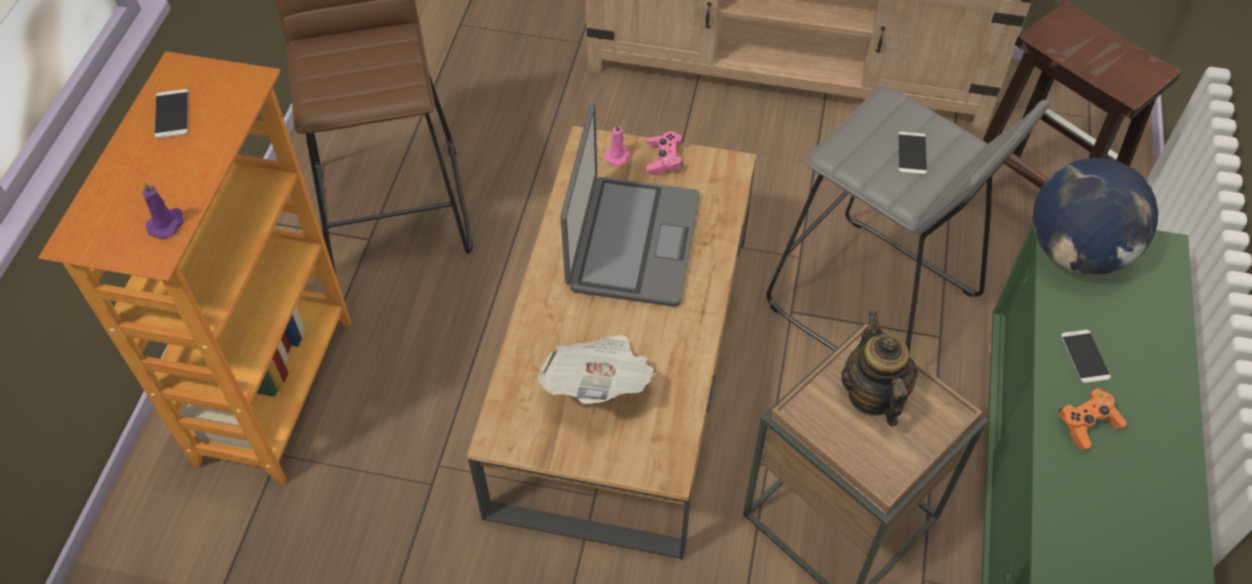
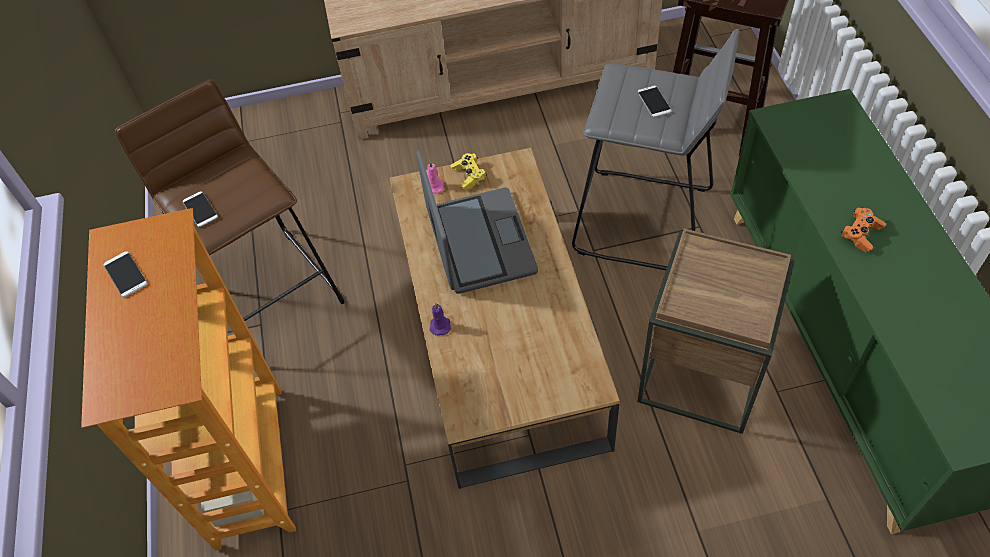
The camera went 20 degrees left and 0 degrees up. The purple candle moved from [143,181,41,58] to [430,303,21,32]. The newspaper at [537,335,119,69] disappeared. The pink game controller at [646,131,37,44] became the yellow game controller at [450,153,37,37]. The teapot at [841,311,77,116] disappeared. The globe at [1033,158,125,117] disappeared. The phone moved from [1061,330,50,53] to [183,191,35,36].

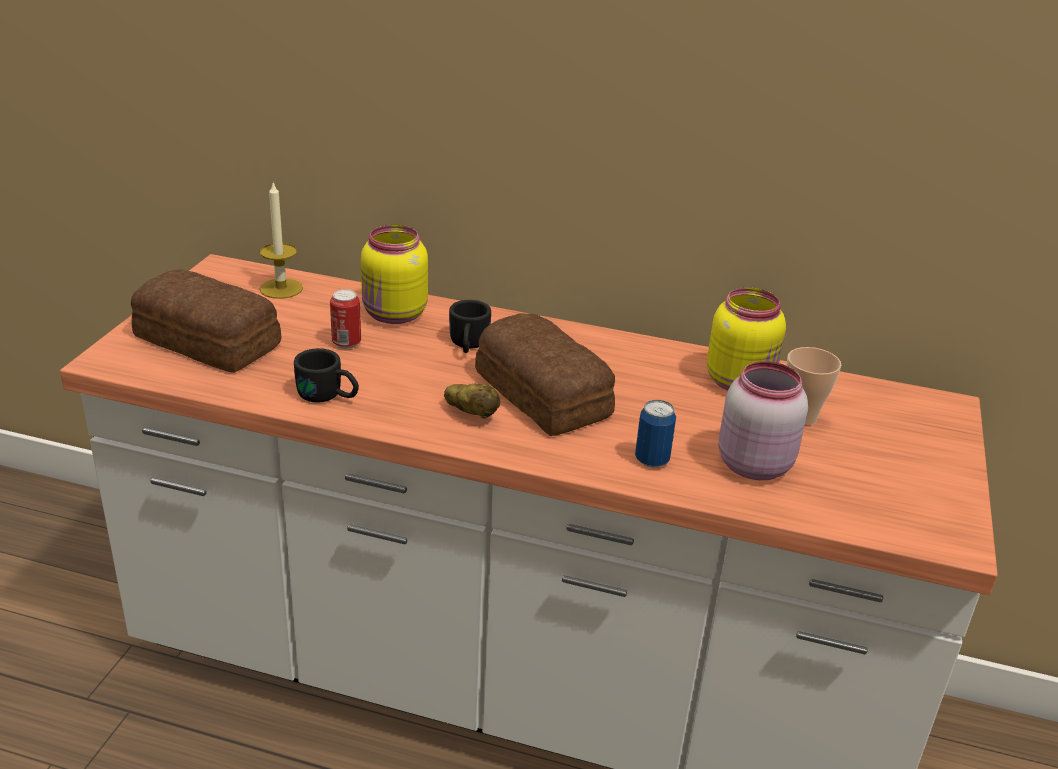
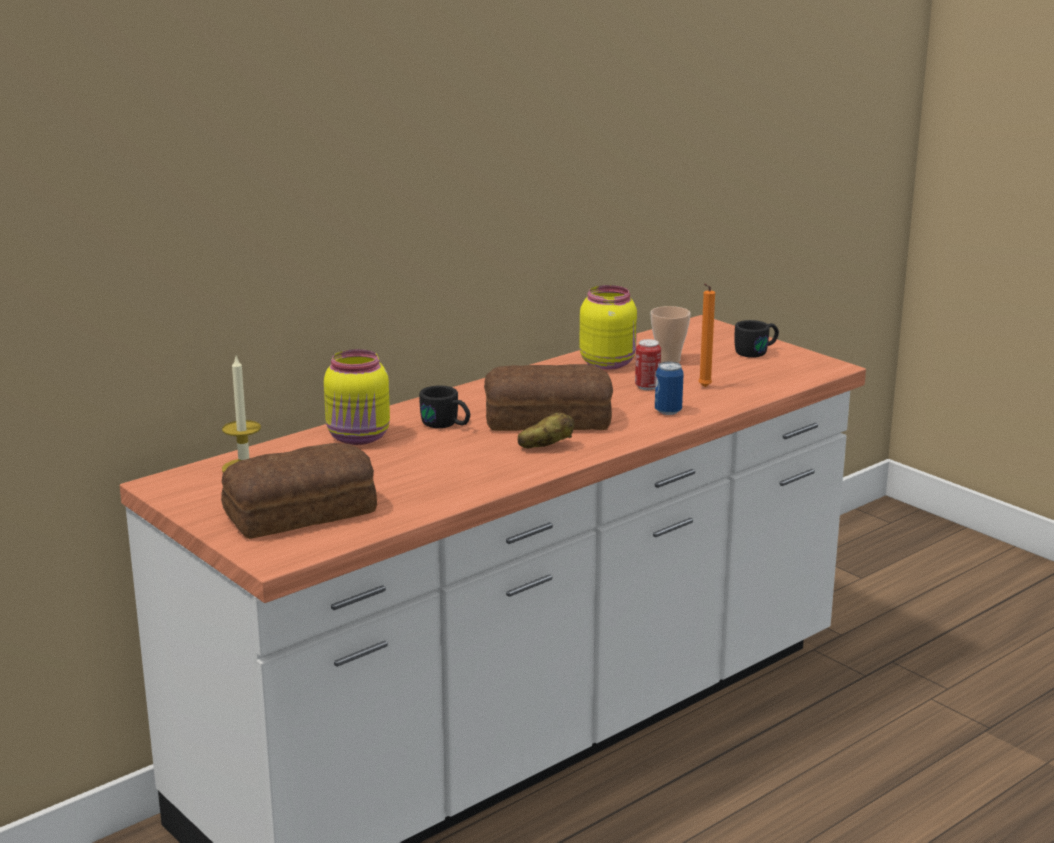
The camera went 55 degrees left and 10 degrees down. The black mug moved from [294,348,65,55] to [735,320,44,38]. The can moved from [330,289,31,60] to [635,339,26,51]. The pink jar at [719,361,89,119] was replaced by the orange candle at [698,284,17,103].

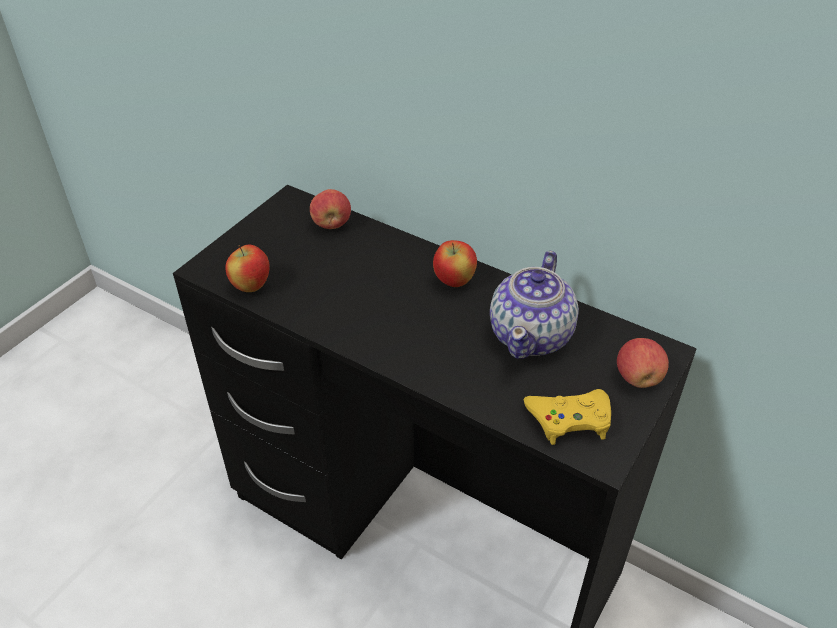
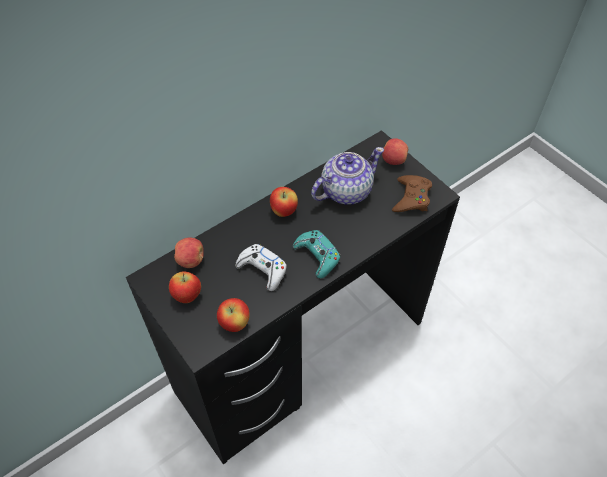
The camera went 70 degrees left and 10 degrees up. The teapot at [490,251,89,108] turned 75 degrees counterclockwise. The yellow game controller at [523,389,88,56] became the brown game controller at [392,175,40,37]. The apple at [169,272,32,31] appeared. The white game controller at [235,244,52,47] appeared. The turquoise game controller at [293,230,47,49] appeared.

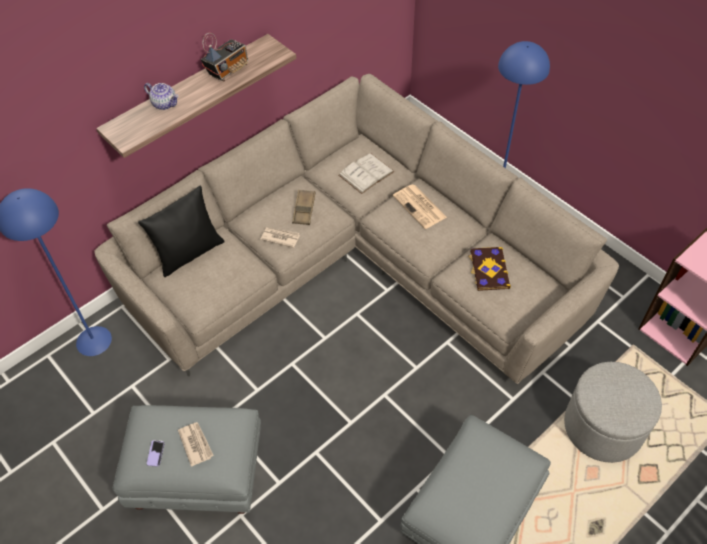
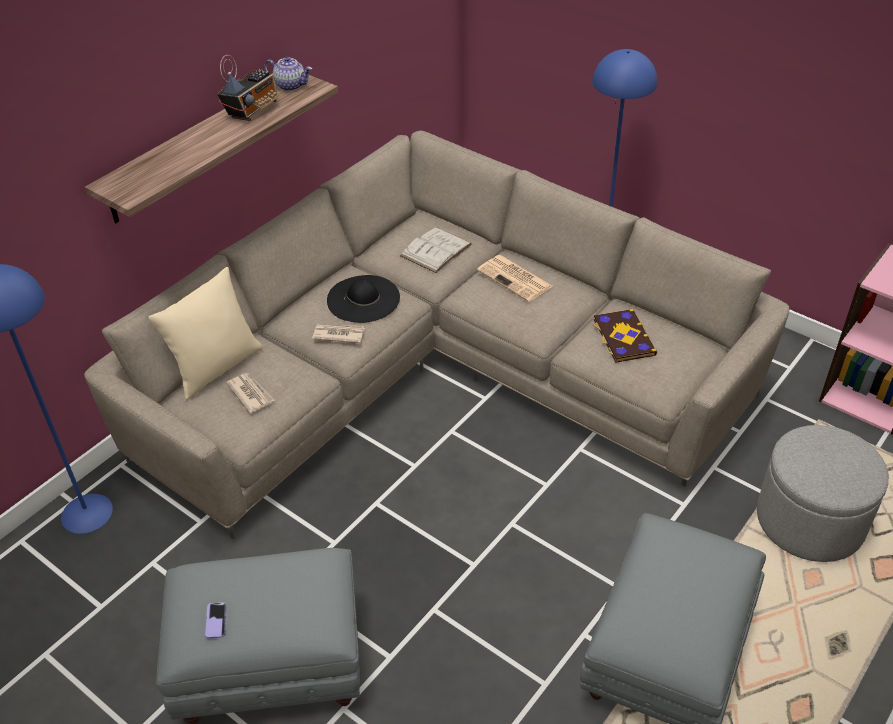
The camera went 10 degrees left and 10 degrees down. The black pillow at [138,186,87,91] became the beige pillow at [148,267,115,133]. The teapot moved from [144,83,35,27] to [264,57,48,34]. The newspaper moved from [178,422,36,45] to [226,373,49,40]. The brown tray at [292,190,24,35] was replaced by the black hat at [327,275,73,48].

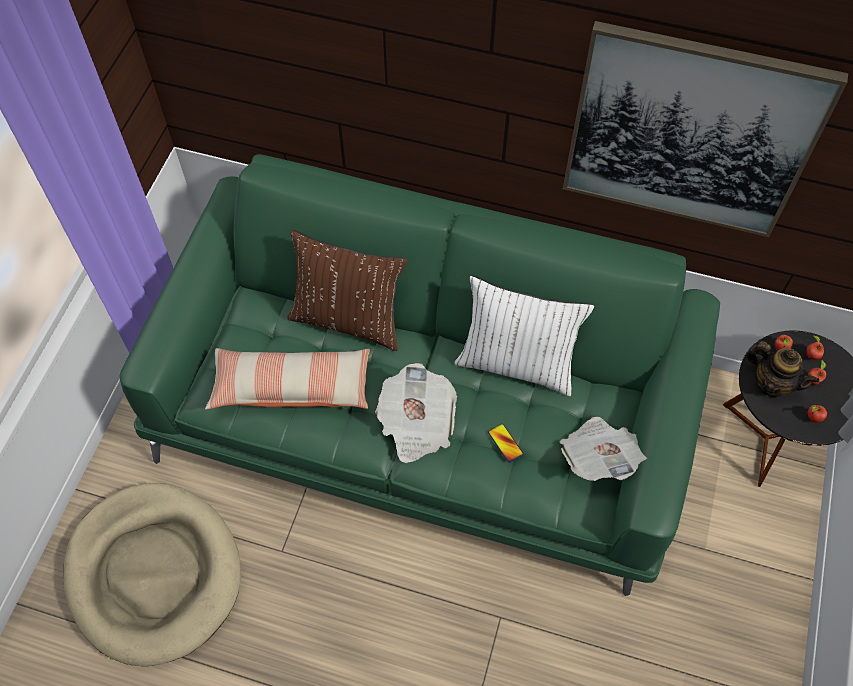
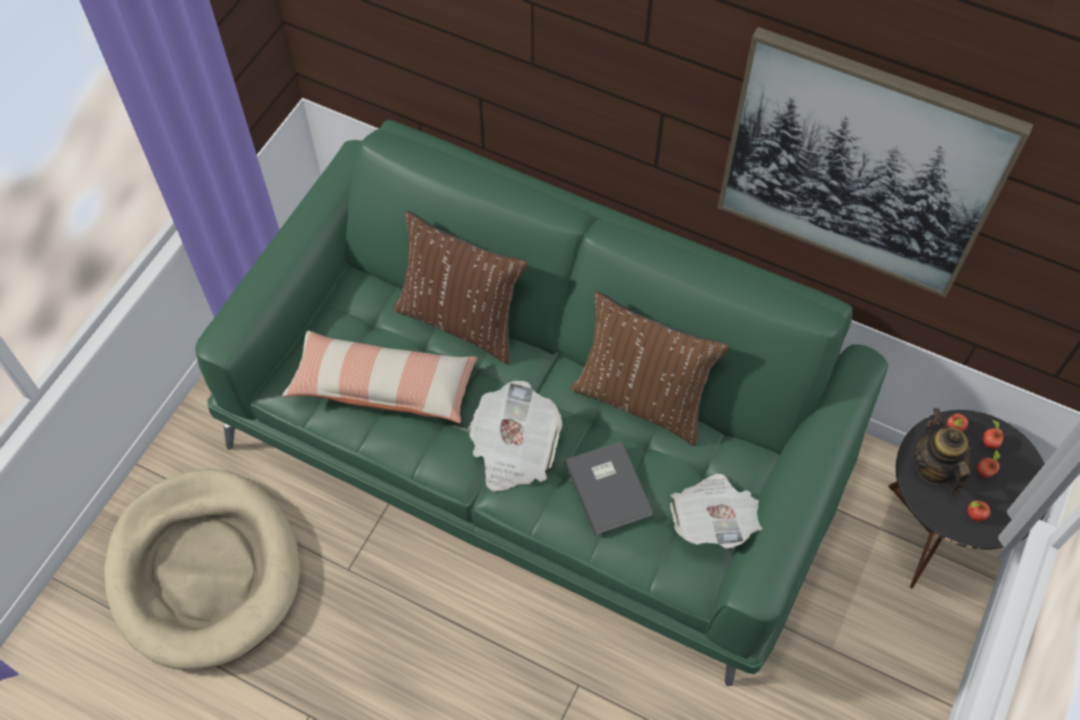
The camera went 10 degrees right and 0 degrees up. The white pillow at [455,276,139,120] became the brown pillow at [570,291,159,155]. The phone at [488,424,35,39] was replaced by the grey book at [565,441,88,95]. The teapot at [746,341,73,56] turned 150 degrees counterclockwise.

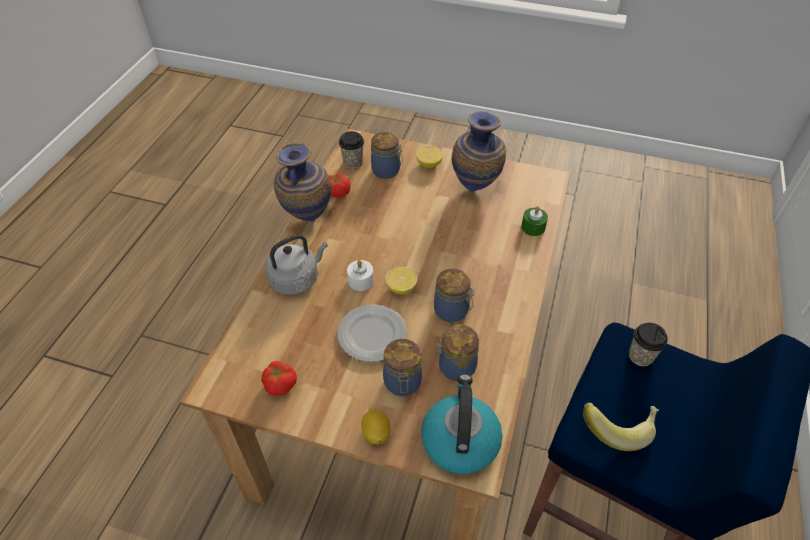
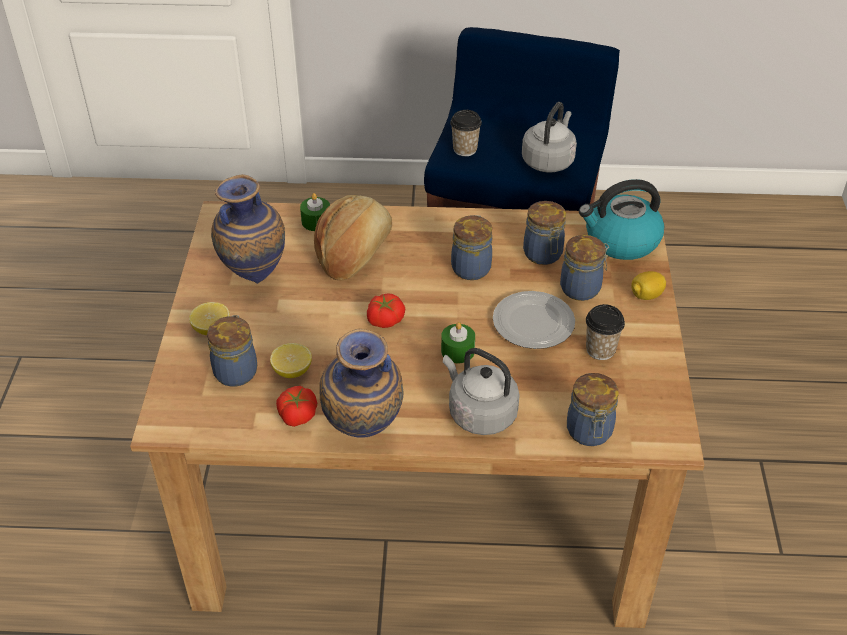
The camera went 105 degrees left and 5 degrees down. The tomato moved from [261,361,36,35] to [367,293,38,35]. The cup moved from [339,131,25,38] to [586,304,39,56]. The white candle at [347,260,27,31] became the green candle at [441,322,34,41]. The lemon moved from [385,267,32,28] to [270,343,42,35]. The banana at [583,402,76,49] was replaced by the grey kettle at [522,102,55,70]. The bread at [314,195,78,86] appeared. The jar at [567,373,52,73] appeared.

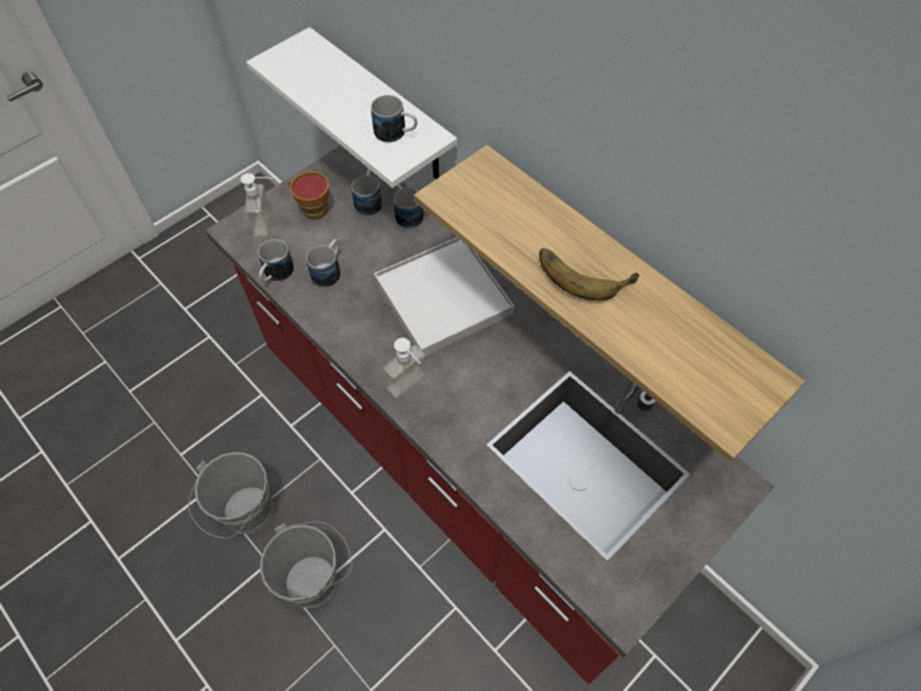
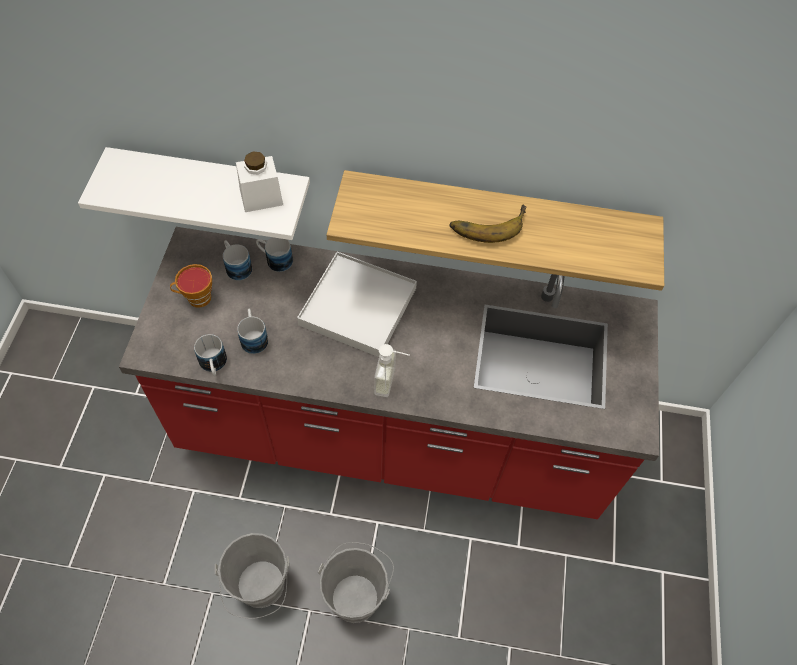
The camera went 40 degrees left and 0 degrees up. The soap dispenser at [240,173,33,64] disappeared. The mug at [371,95,46,47] was replaced by the white jar at [236,151,47,61].

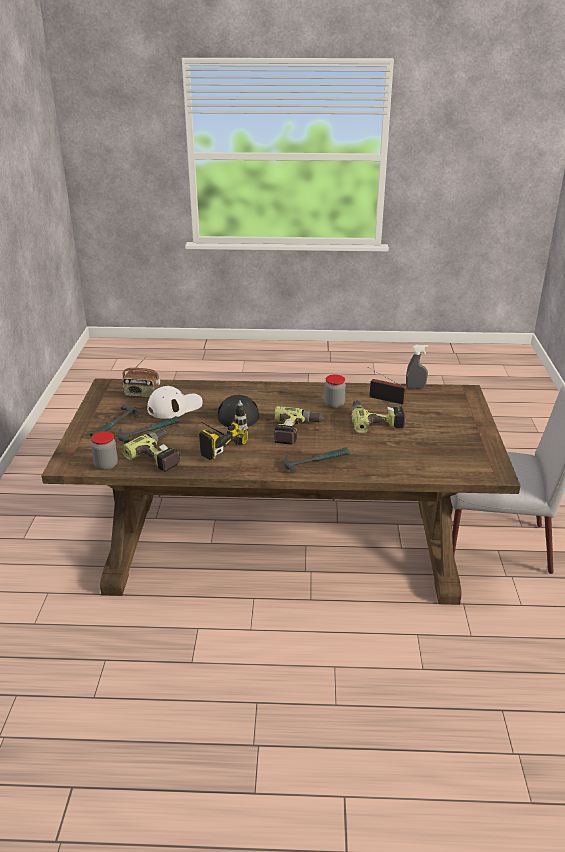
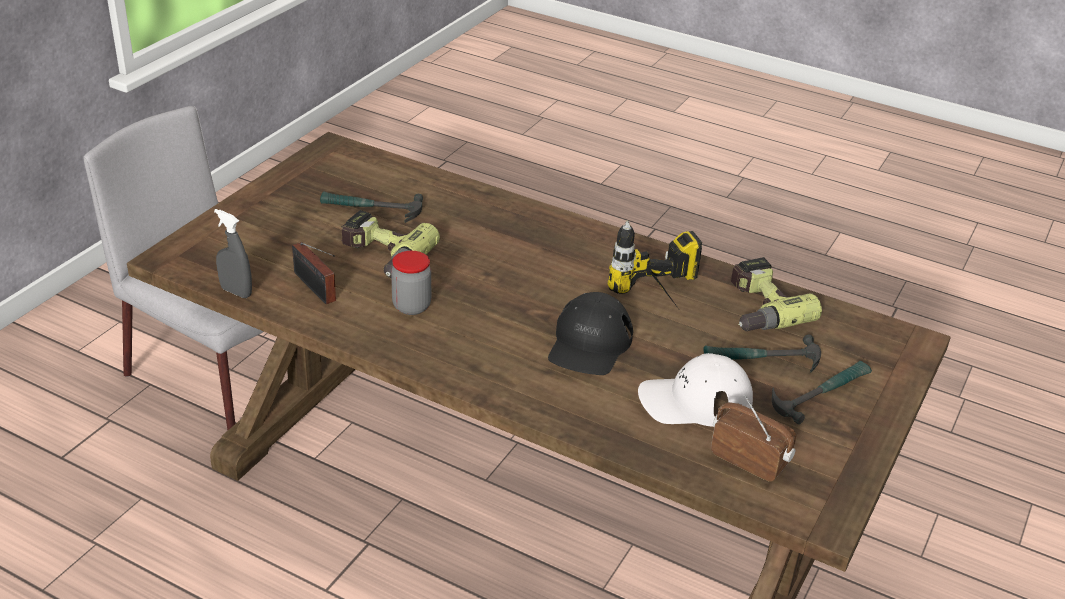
The camera went 155 degrees left and 5 degrees up. The jar at [91,431,27,39] disappeared. The power drill at [274,406,50,39] disappeared. The hammer moved from [284,447,66,26] to [320,191,103,32].

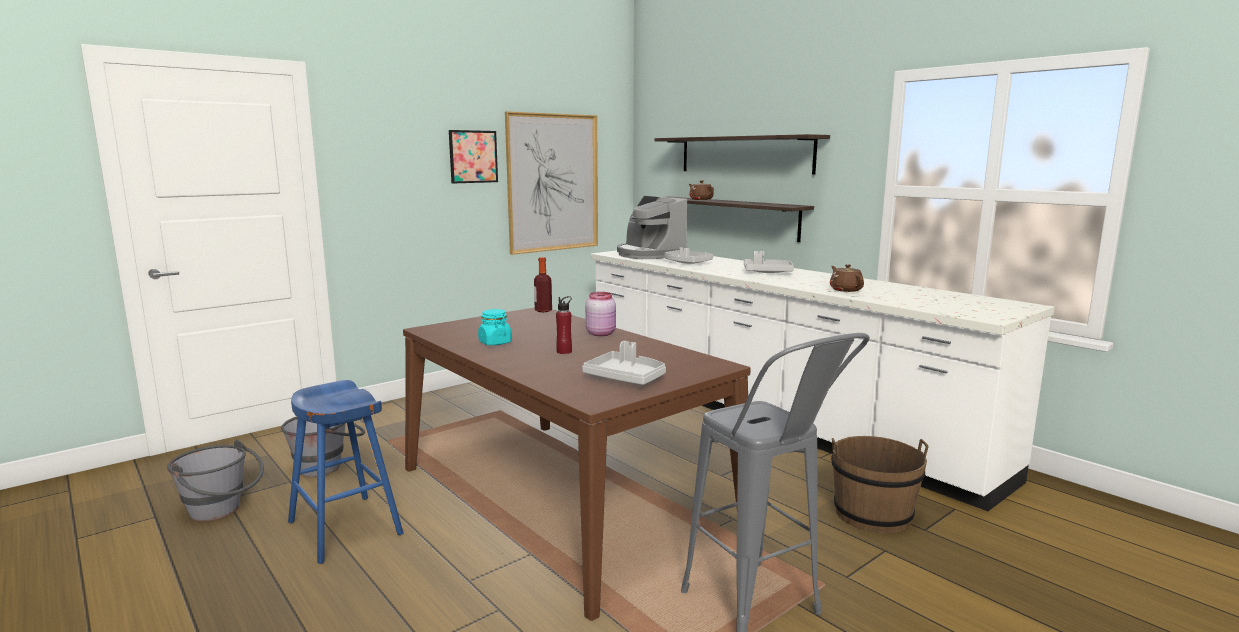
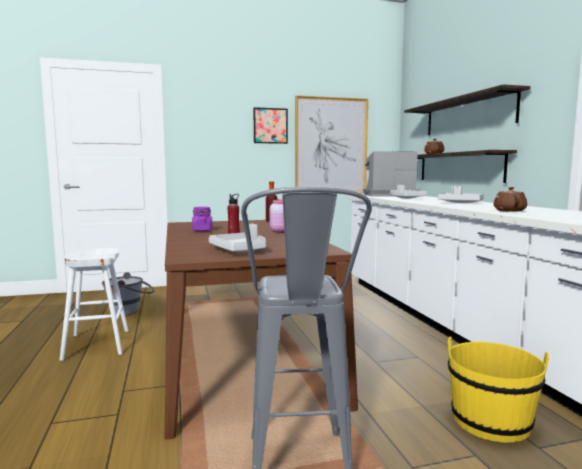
The camera went 25 degrees right and 5 degrees down. The grey bucket at [167,440,97,81] disappeared. The blue stool at [288,380,115,184] became the white stool at [59,248,70,113]. The turquoise jar at [478,309,34,36] became the purple jar at [192,207,21,24]. The coffee machine at [617,196,70,63] turned 90 degrees clockwise. The brown bucket at [831,436,98,98] became the yellow bucket at [448,337,101,106].

